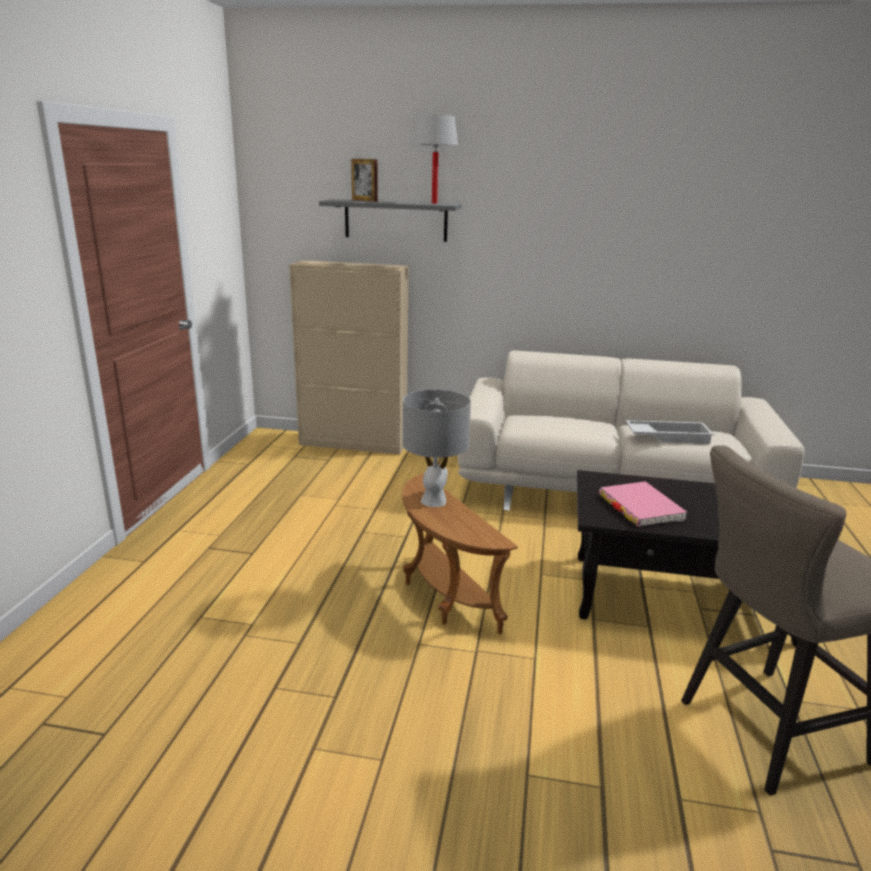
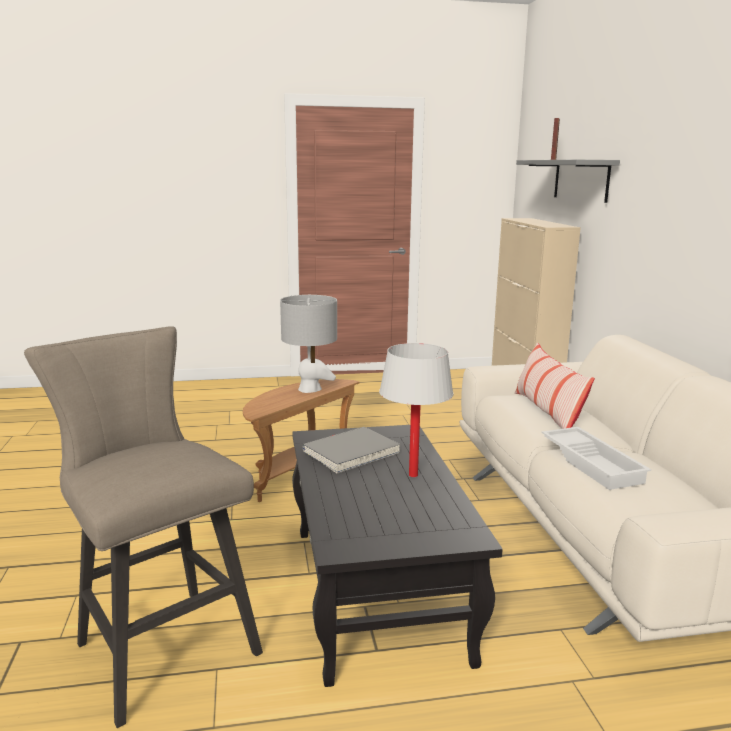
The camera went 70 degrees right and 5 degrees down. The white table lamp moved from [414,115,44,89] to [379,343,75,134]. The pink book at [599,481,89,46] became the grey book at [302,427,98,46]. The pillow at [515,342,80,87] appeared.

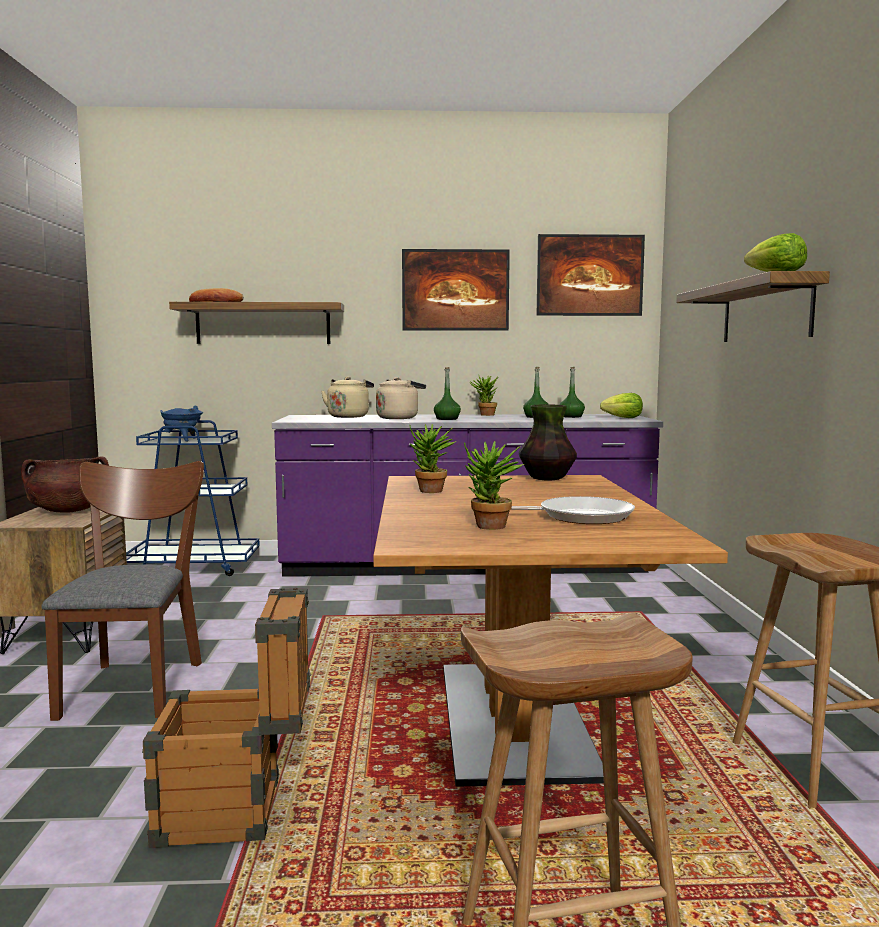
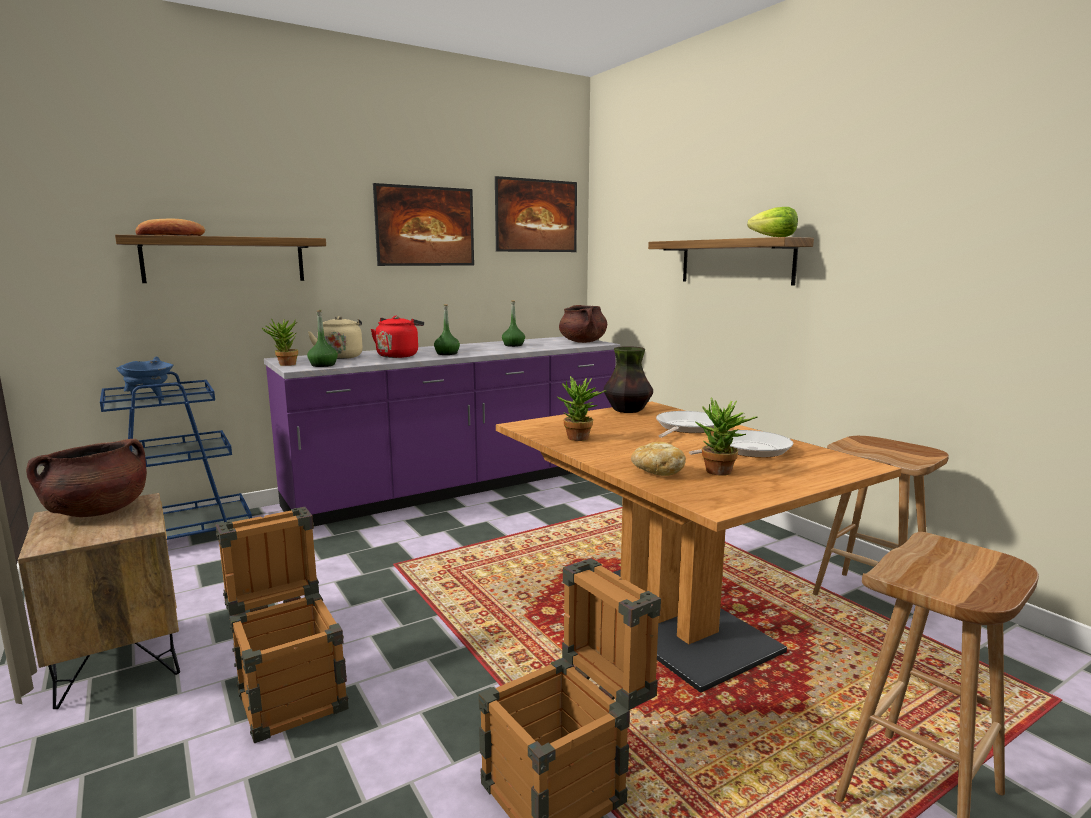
The camera went 30 degrees left and 5 degrees up. The brown chair at [41,461,163,260] was replaced by the crate at [216,507,133,236]. The beige kettle at [376,377,50,42] became the red kettle at [371,316,53,42]. The potted plant moved from [469,374,29,42] to [262,319,36,47]. The green bottle moved from [559,367,26,51] to [307,310,31,57]. The lettuce at [600,393,43,25] was replaced by the brown cooking pot at [559,305,48,38]. The bread at [631,442,55,34] appeared. The frying pan at [656,411,58,27] appeared.

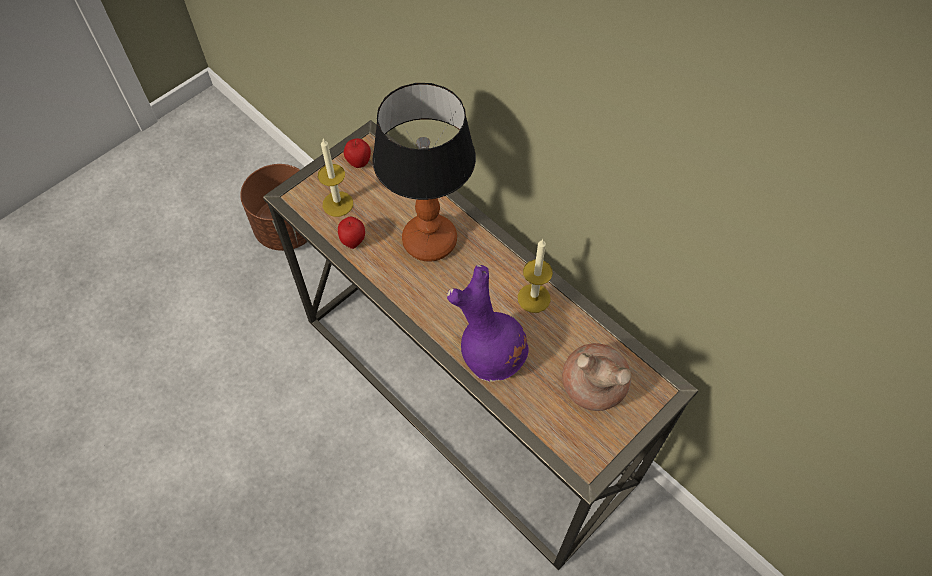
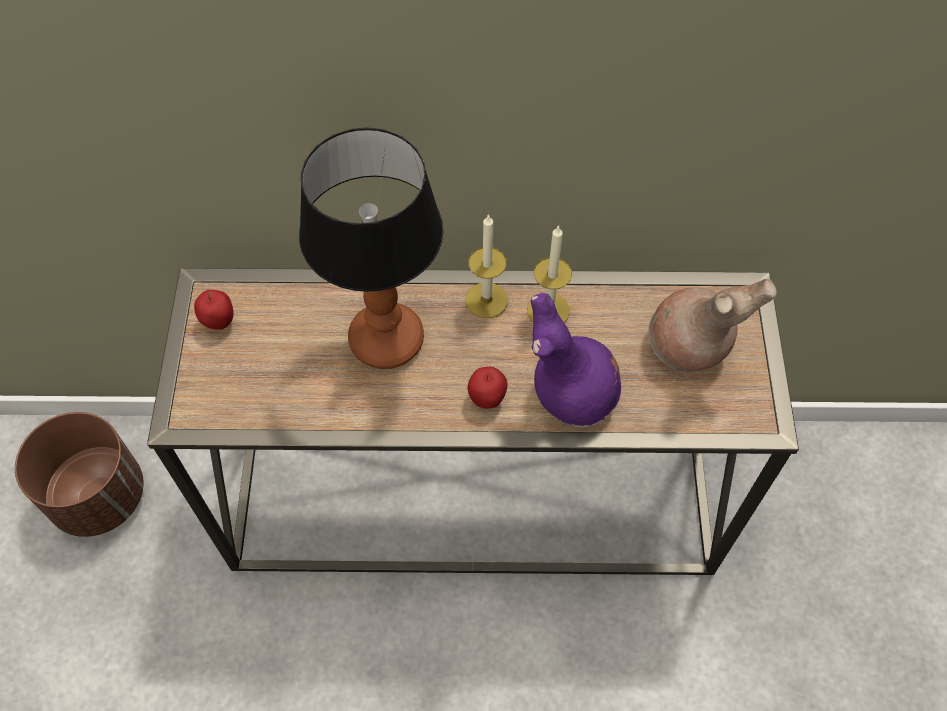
The camera went 45 degrees left and 0 degrees up. The candle moved from [318,139,35,78] to [466,214,42,104]. The apple moved from [338,217,27,32] to [468,367,40,42].

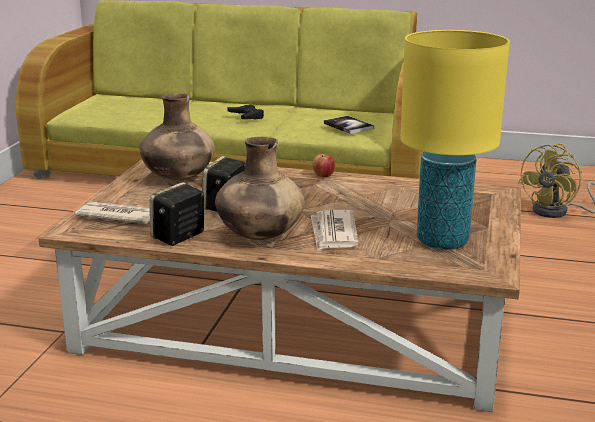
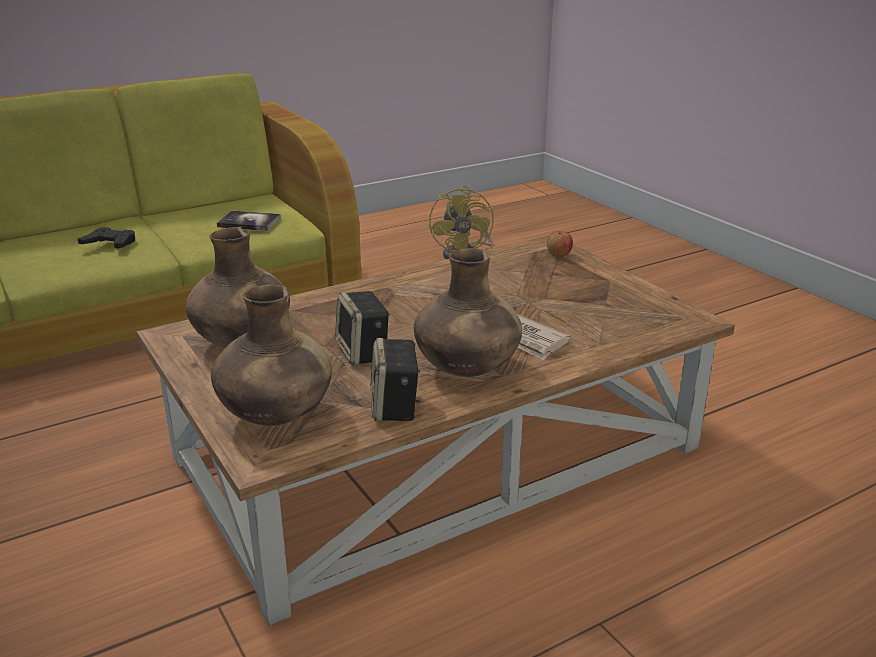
The camera went 45 degrees left and 5 degrees up. The newspaper at [75,202,75,22] was replaced by the brown vase at [211,285,121,141]. The apple moved from [313,154,22,24] to [547,231,26,26]. The yellow table lamp at [400,30,110,220] disappeared.

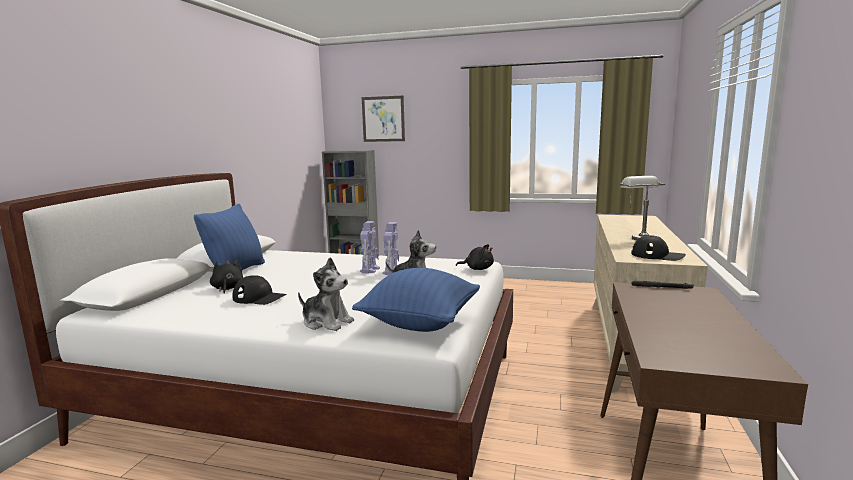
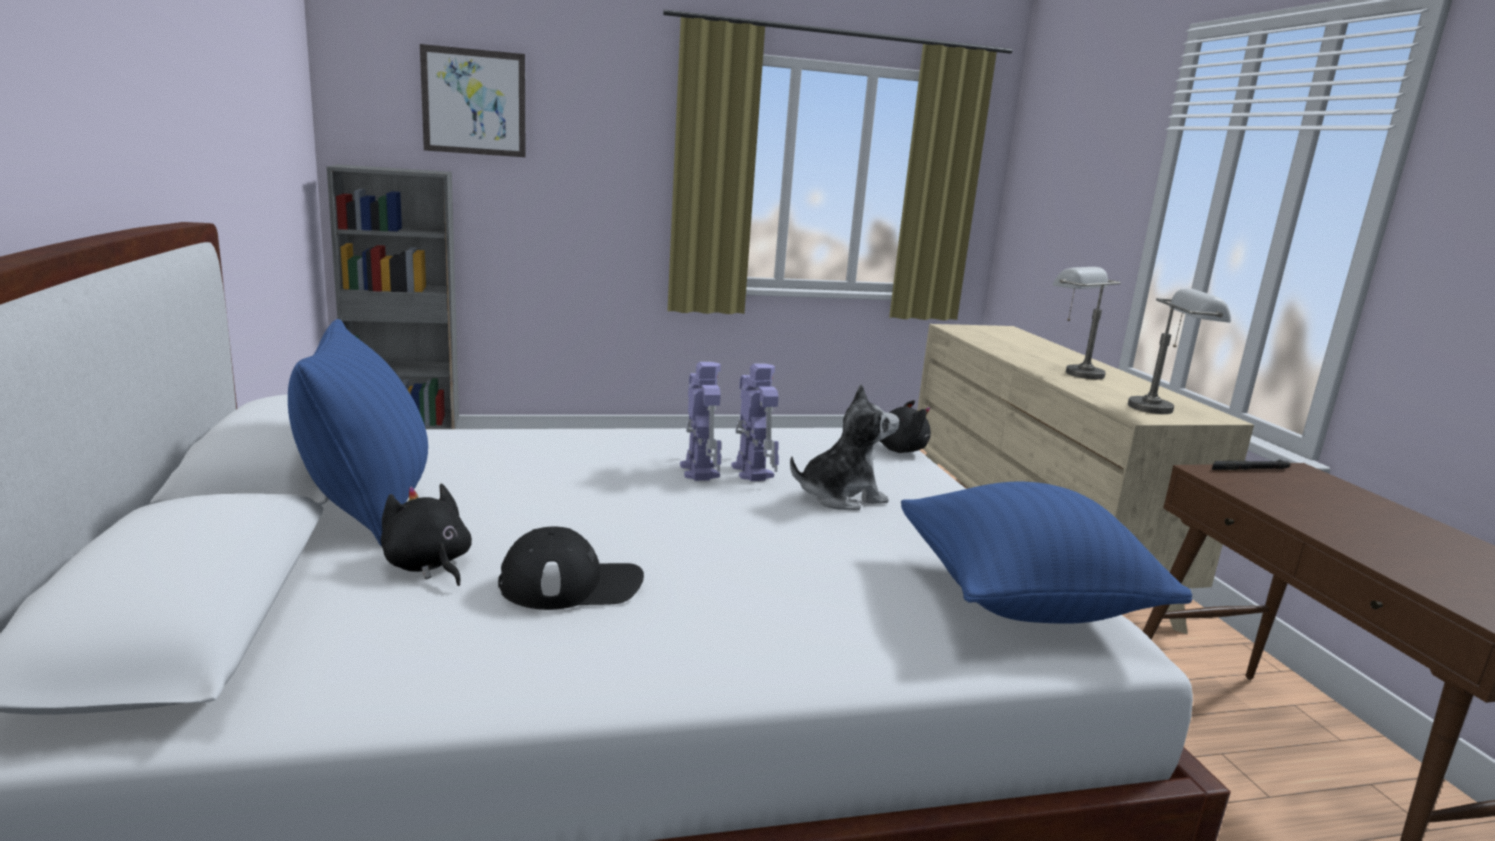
The camera went 30 degrees left and 5 degrees up. The plush toy at [298,257,56,74] disappeared. The black cap at [631,235,55,26] was replaced by the grey table lamp at [1128,288,103,126].

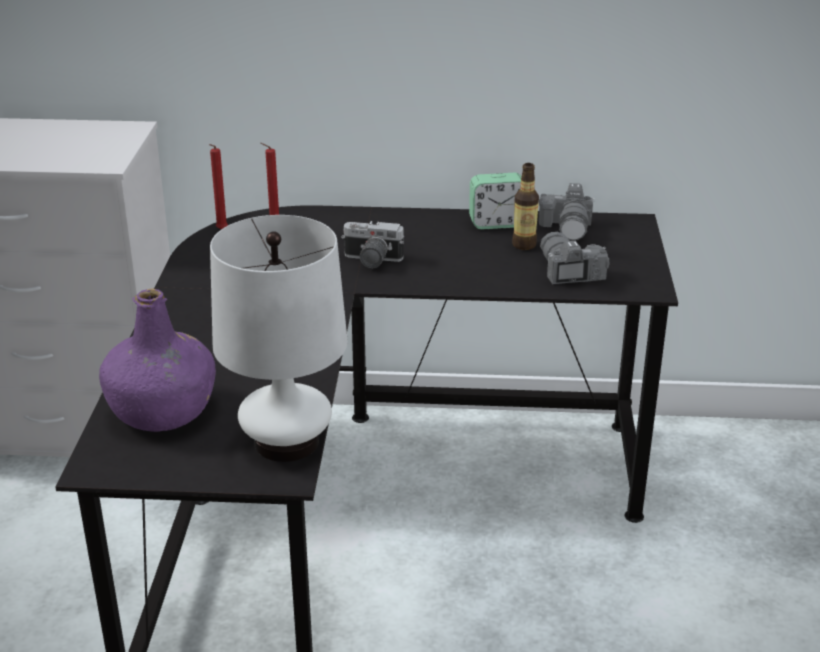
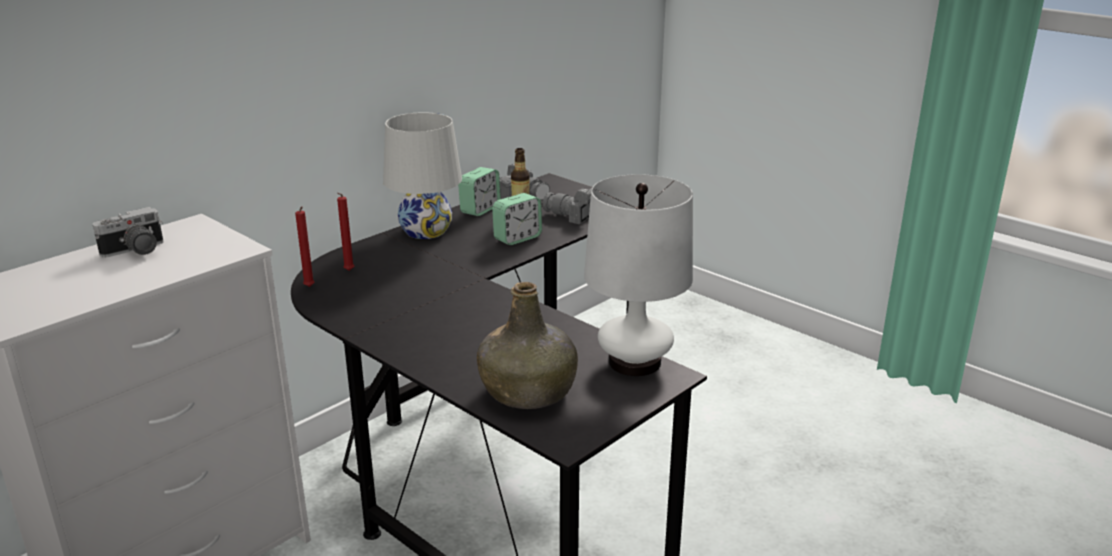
The camera went 50 degrees left and 5 degrees down. The purple bottle at [99,288,117,144] became the green bottle at [477,282,101,127]. The photo camera moved from [341,221,63,47] to [93,207,71,51]. The white table lamp at [383,112,79,127] appeared. The alarm clock at [492,193,50,52] appeared.

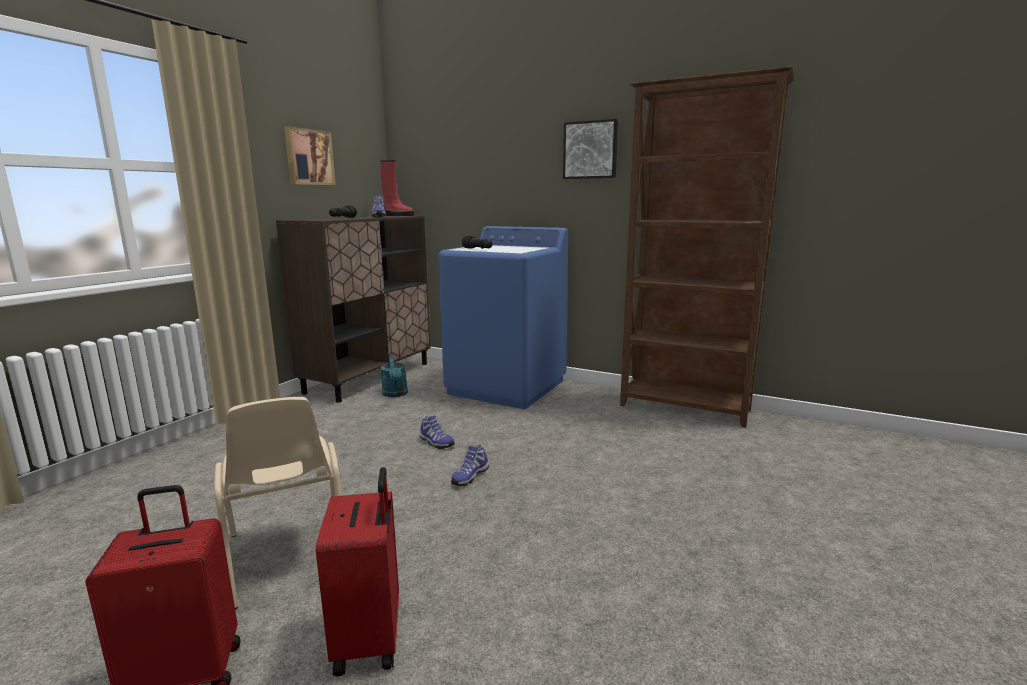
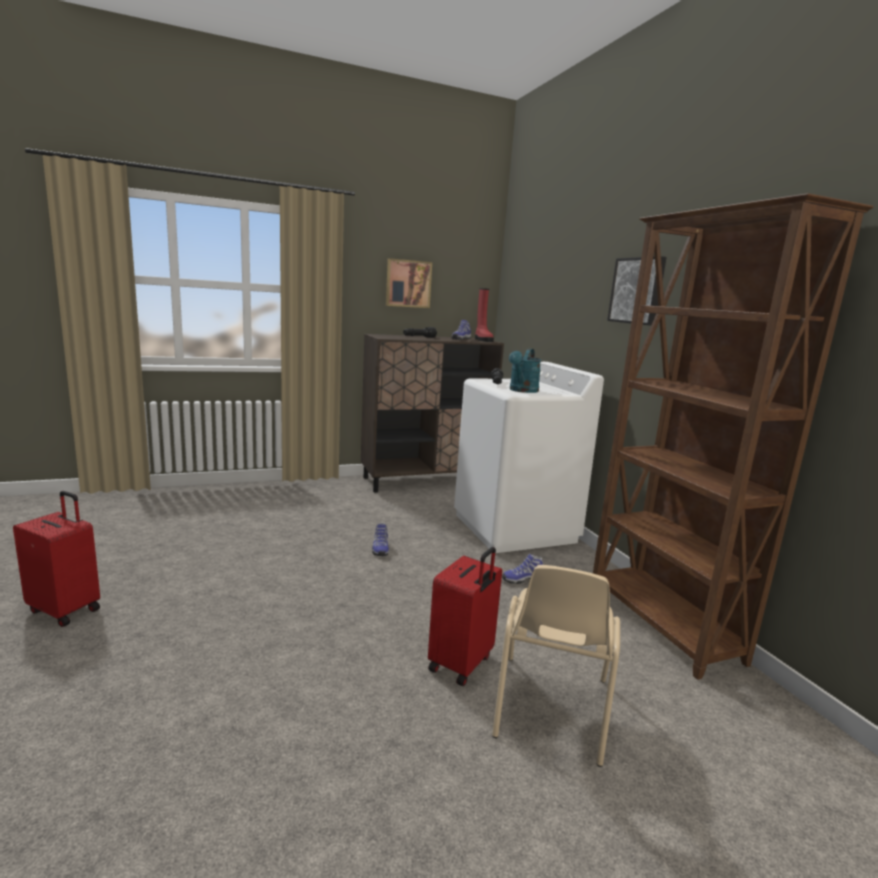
The camera went 40 degrees right and 0 degrees up. The beige chair moved from [214,397,128,212] to [492,565,128,202]. The red suitcase moved from [316,467,83,210] to [428,547,74,139]. The turquoise watering can moved from [380,355,28,42] to [509,348,32,45]. The blue washing machine at [438,226,130,183] became the white washing machine at [454,362,150,191]. The shoe moved from [451,444,38,42] to [502,554,41,30].

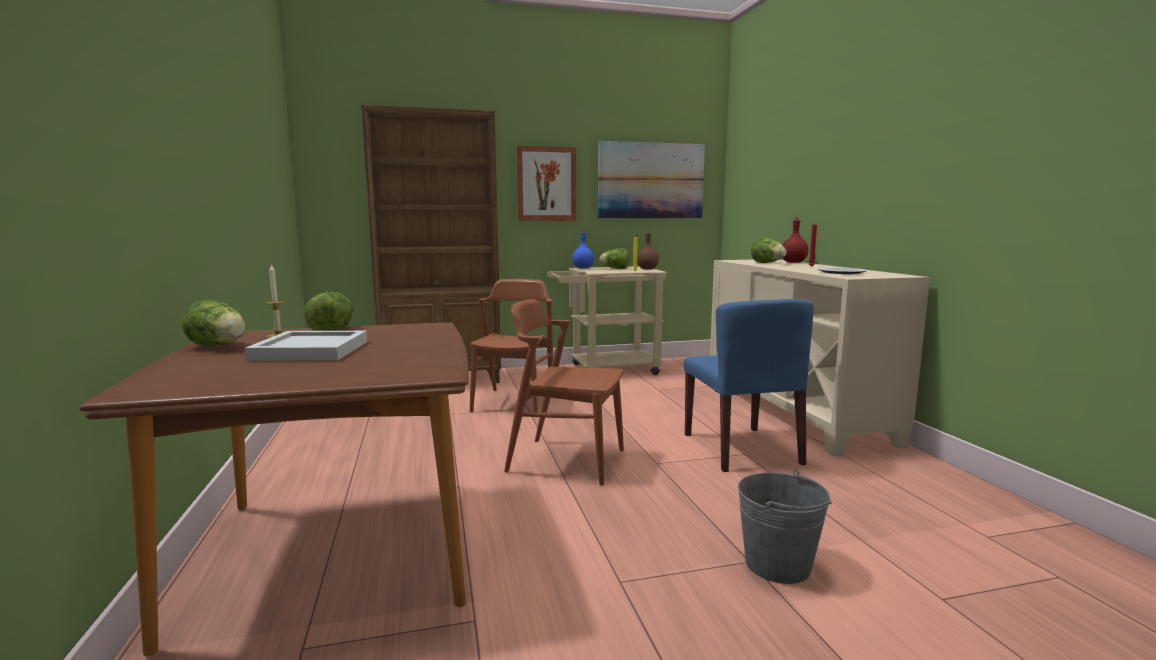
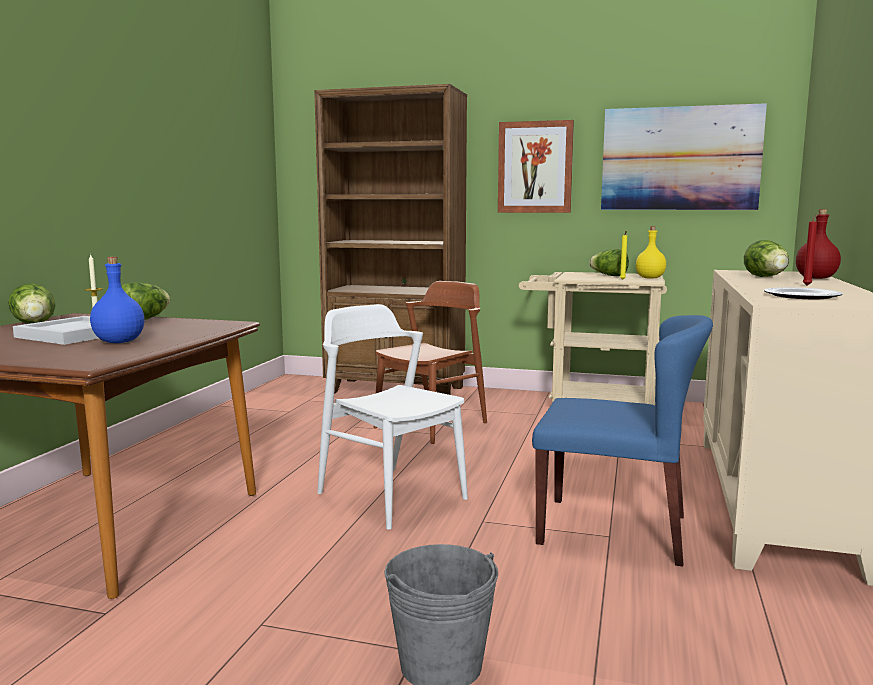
The camera went 30 degrees right and 0 degrees up. The brown chair at [504,299,120,187] became the white chair at [317,304,151,226]. The blue bottle moved from [573,230,21,38] to [90,257,54,86]. The brown bottle at [637,231,22,38] became the yellow bottle at [636,226,30,53]. The blue chair at [684,299,130,173] turned 90 degrees counterclockwise.

